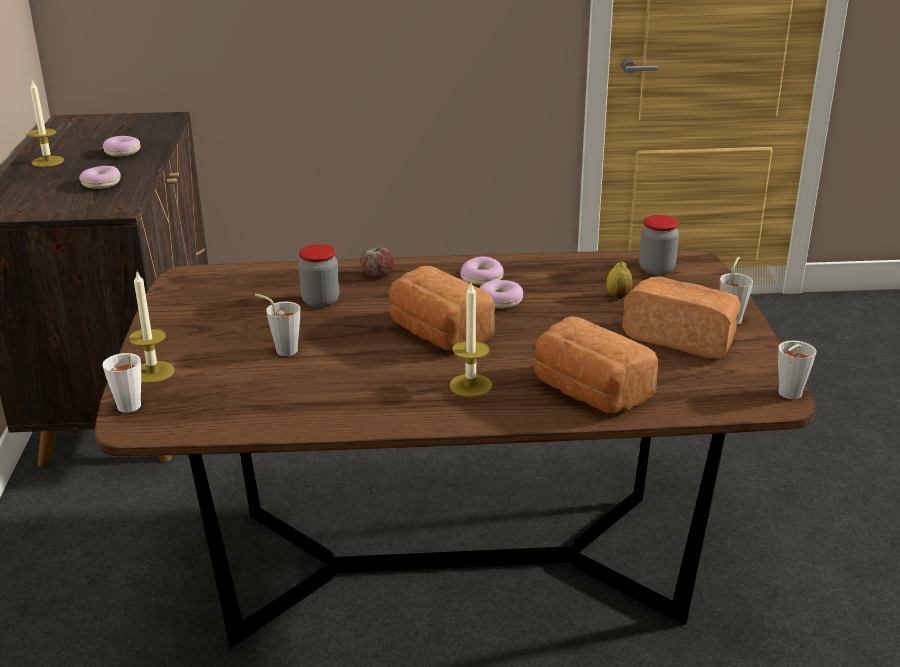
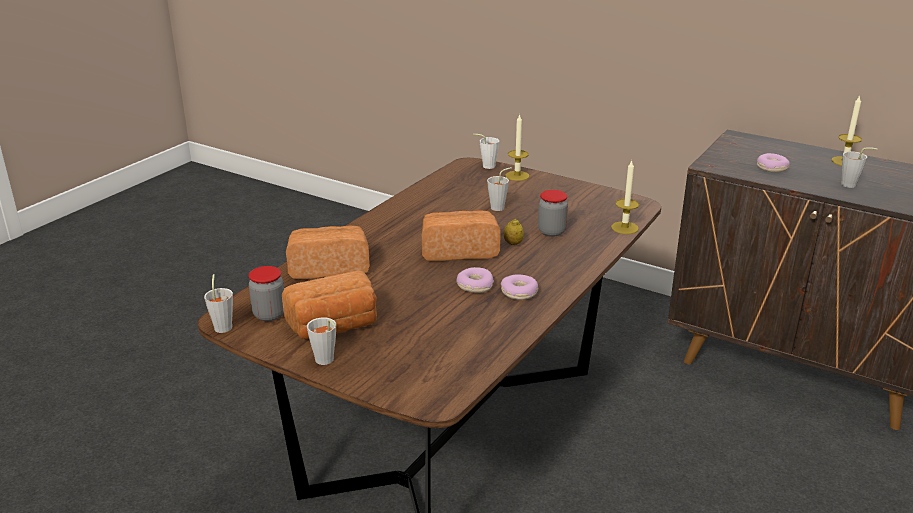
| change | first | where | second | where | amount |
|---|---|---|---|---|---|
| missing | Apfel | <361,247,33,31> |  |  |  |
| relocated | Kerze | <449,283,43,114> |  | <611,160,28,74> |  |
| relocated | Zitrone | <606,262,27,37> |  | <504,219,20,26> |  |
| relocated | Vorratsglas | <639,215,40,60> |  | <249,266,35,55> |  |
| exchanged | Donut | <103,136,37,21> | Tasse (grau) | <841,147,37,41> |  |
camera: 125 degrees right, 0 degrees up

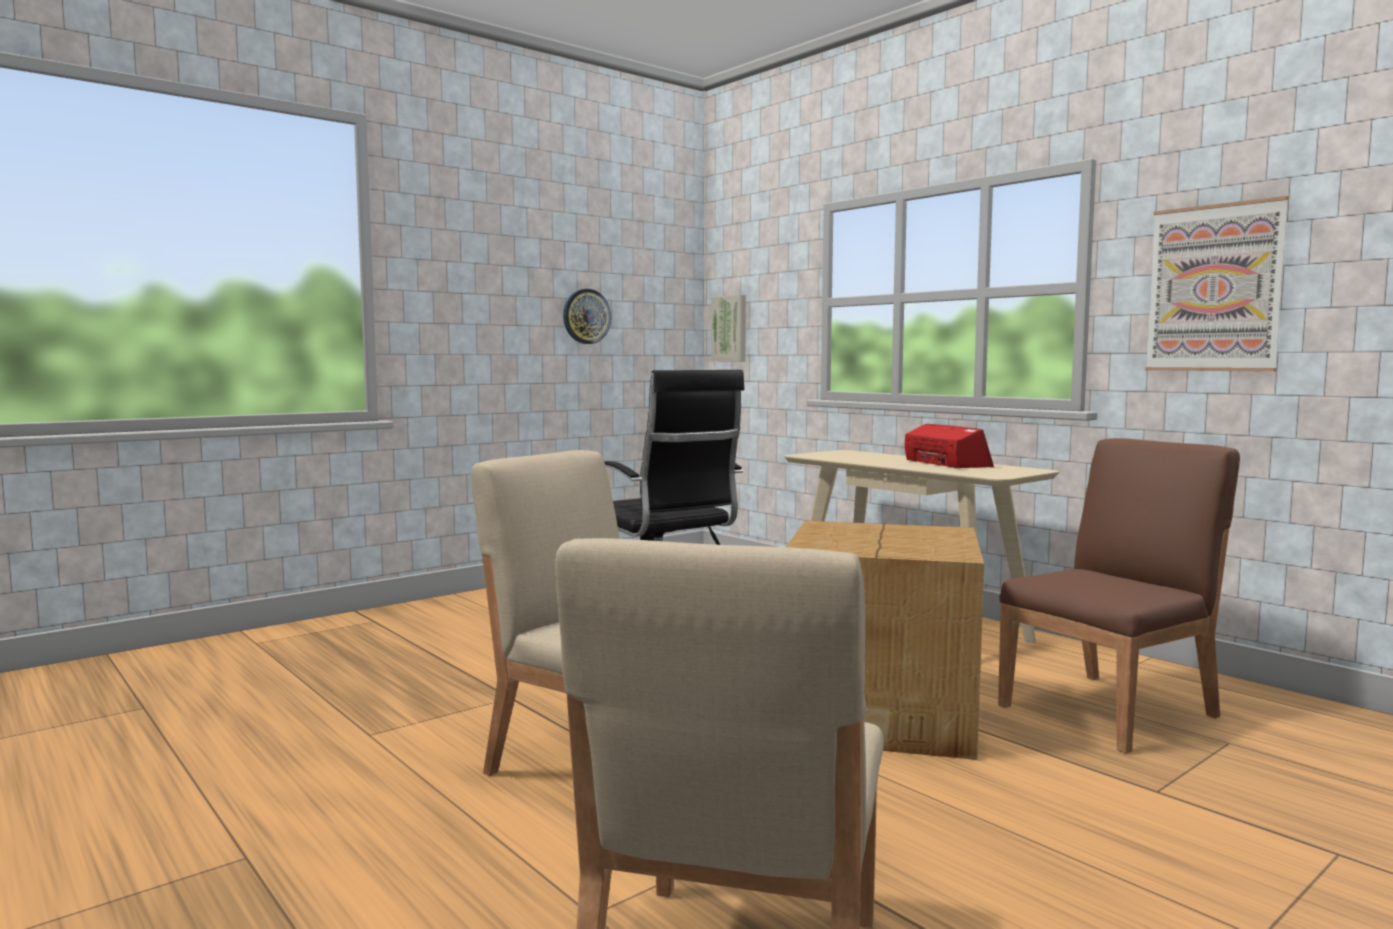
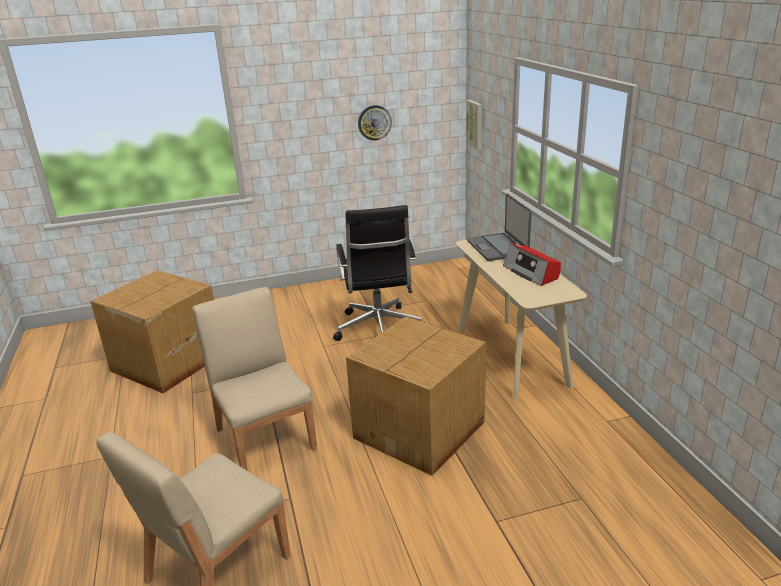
| change | first | where | second | where | amount |
|---|---|---|---|---|---|
| missing | Stuhl (braun) | <998,438,242,316> |  |  |  |
| missing | Bild | <1145,196,144,176> |  |  |  |
| appeared |  |  | Karton | <90,270,124,123> |  |
| appeared |  |  | Laptop | <467,194,65,67> |  |
| spun | Radio | <905,424,89,44> |  | <503,243,58,43> | 150 degrees clockwise |
camera: 25 degrees right, 20 degrees up

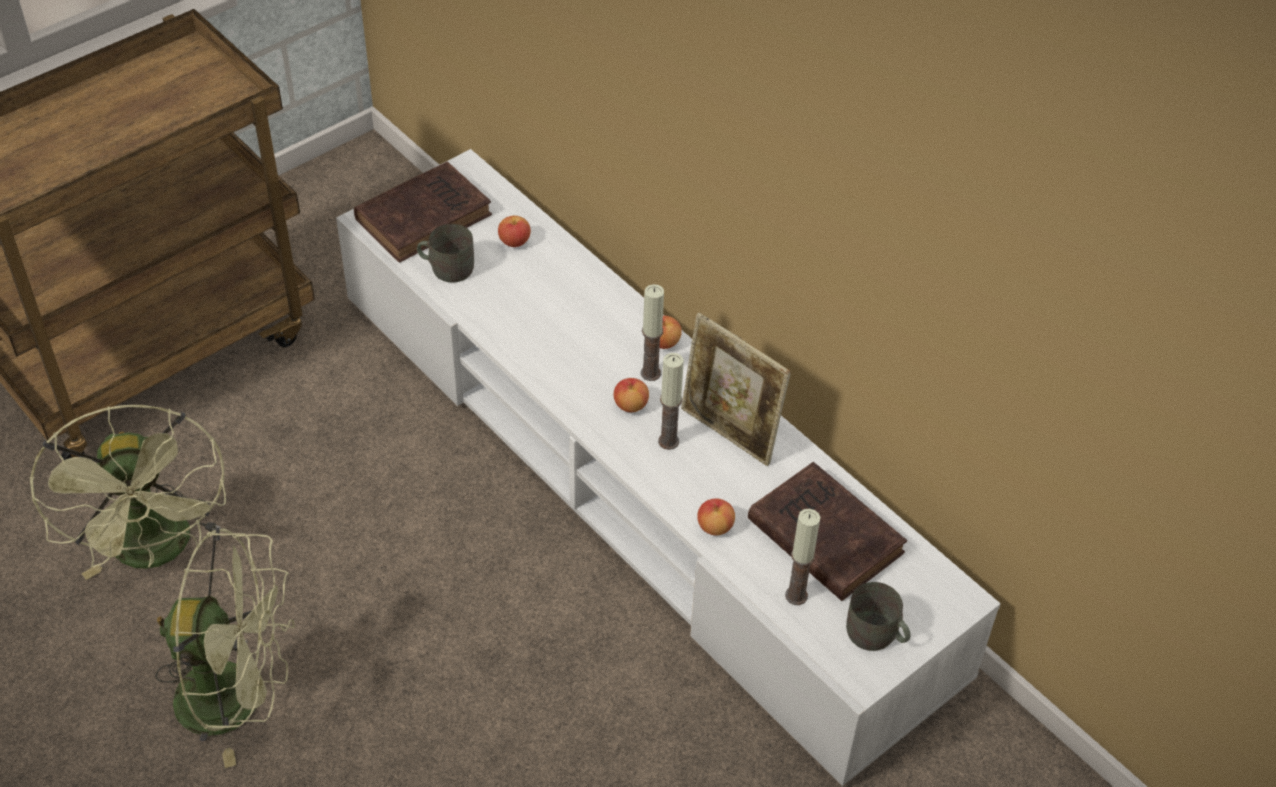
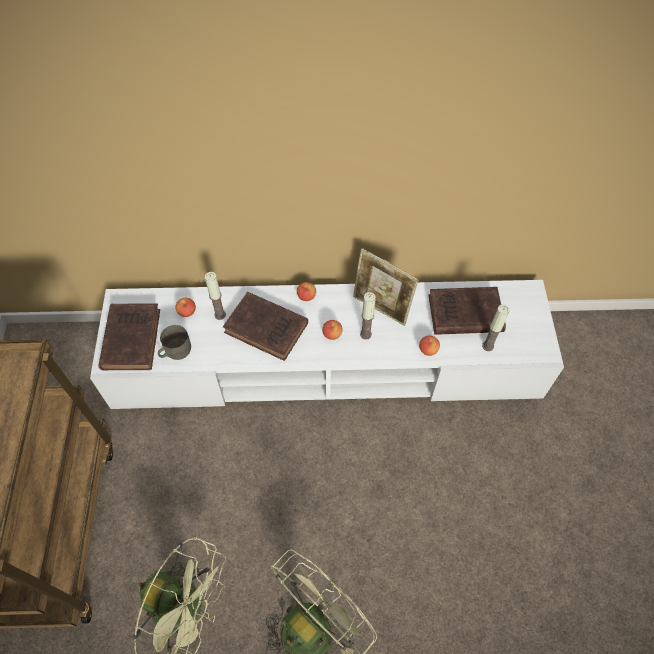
| change | first | where | second | where | amount |
|---|---|---|---|---|---|
| missing | Henkelbecher (grau) | <846,582,64,69> |  |  |  |
| appeared |  |  | Buch (braun) | <223,292,85,69> |  |
| relocated | Kerze | <641,284,23,97> |  | <205,272,21,48> |  |
| spun | Bilderrahmen | <681,312,110,154> |  | <353,248,66,78> | 45 degrees clockwise |
camera: 50 degrees left, 10 degrees up

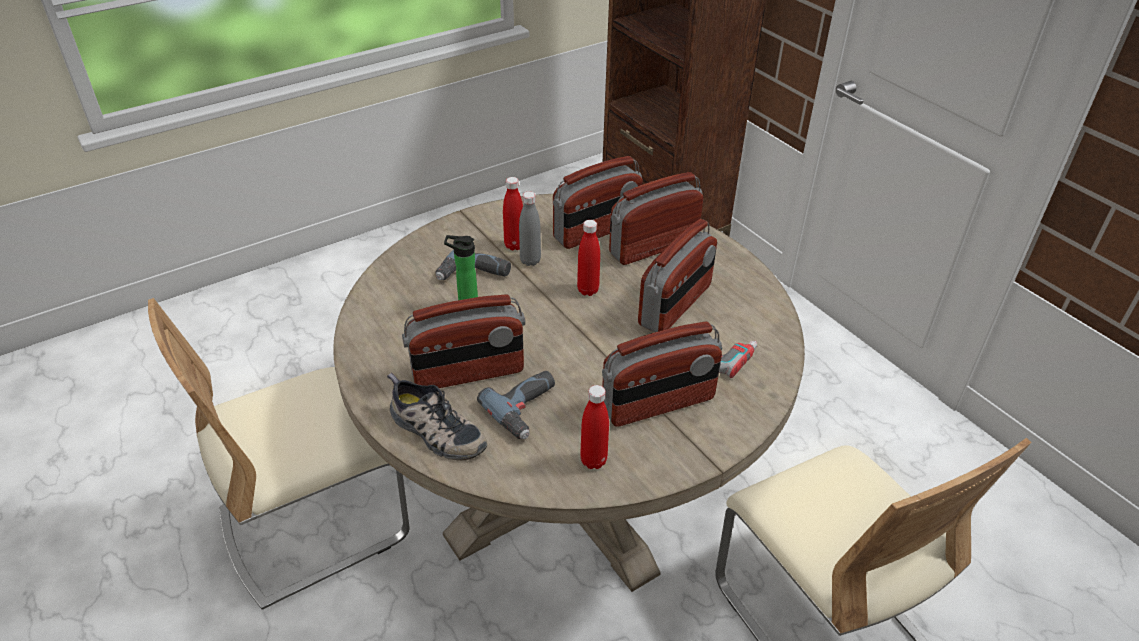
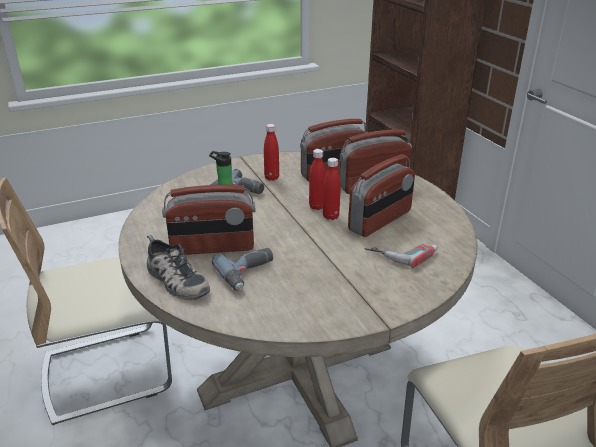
| change | first | where | second | where | amount |
|---|---|---|---|---|---|
| missing | Flasche (grau) | <519,191,22,75> |  |  |  |
| missing | Radio | <602,321,120,106> |  |  |  |
| relocated | Flasche (rot) | <580,385,29,84> |  | <323,158,18,62> |  |
camera: 10 degrees right, 10 degrees down

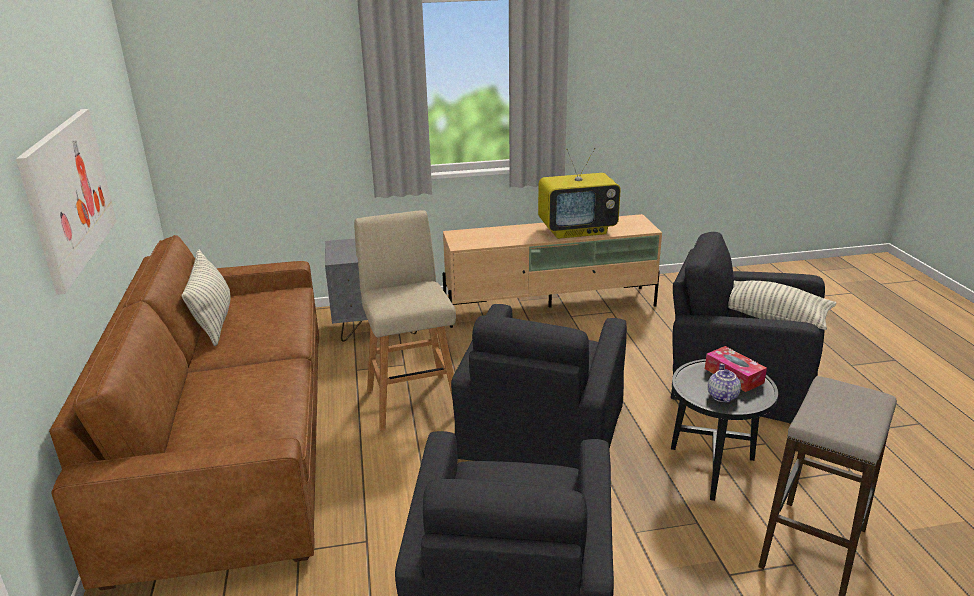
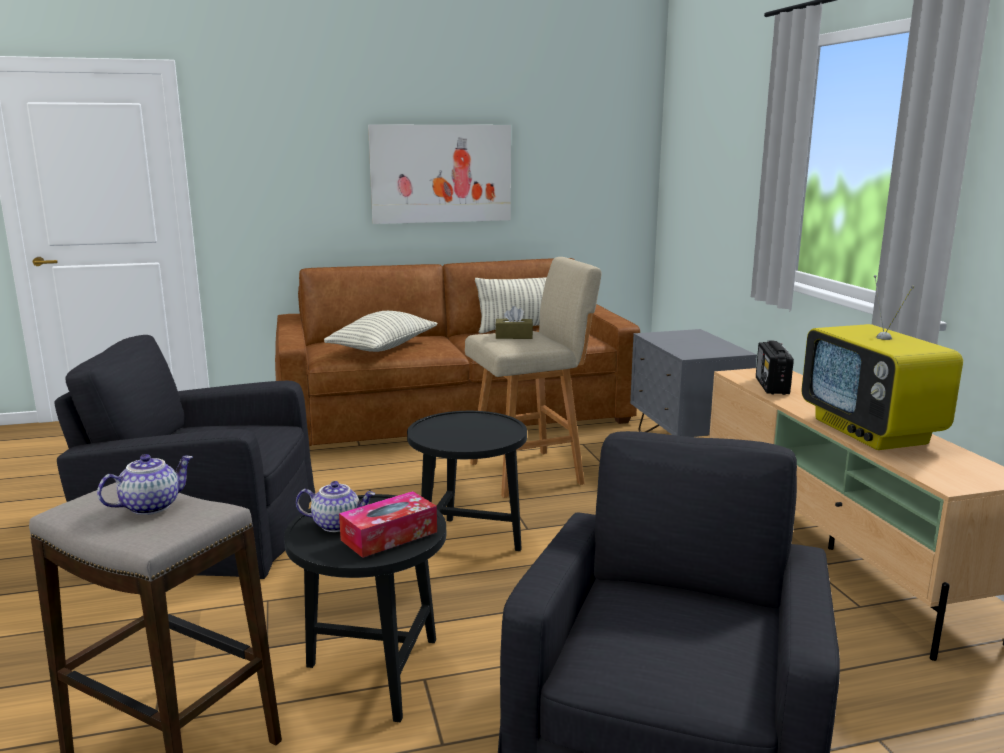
| change | first | where | second | where | amount |
|---|---|---|---|---|---|
| appeared |  |  | Teekanne | <97,454,96,61> |  |
| appeared |  |  | Taschentuchbox (braun) | <495,306,38,33> |  |
| appeared |  |  | Radio | <756,341,38,54> |  |
| relocated | Kissen | <728,281,108,49> |  | <324,311,114,41> |  |
| exchanged | Sessel (schwarz) | <451,304,176,165> | Beistelltisch (schwarz) | <407,411,120,140> |  |
camera: 85 degrees right, 10 degrees down

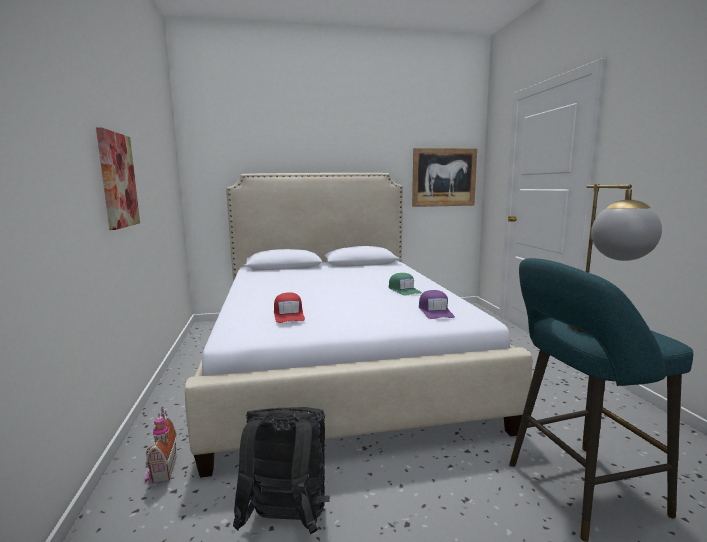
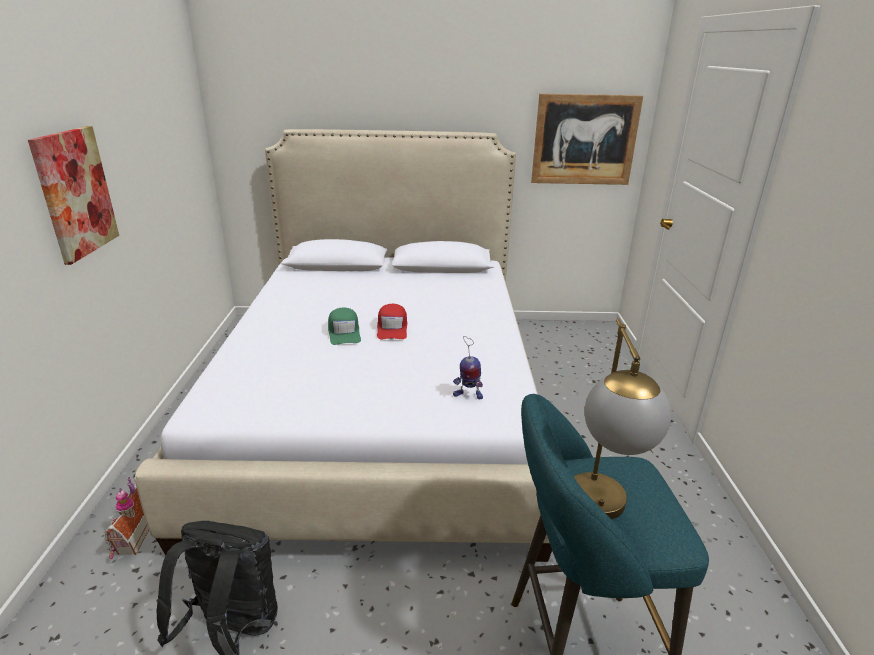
| change | first | where | second | where | amount |
|---|---|---|---|---|---|
| relocated | Kappe (rot) | <274,293,31,30> |  | <377,304,30,35> |  |
| relocated | Kappe (grün) | <389,273,33,23> |  | <328,308,33,37> |  |
| exchanged | Kappe (lila) | <419,290,36,29> | Spielzeugroboter | <453,336,30,63> |  |
camera: 10 degrees right, 15 degrees up

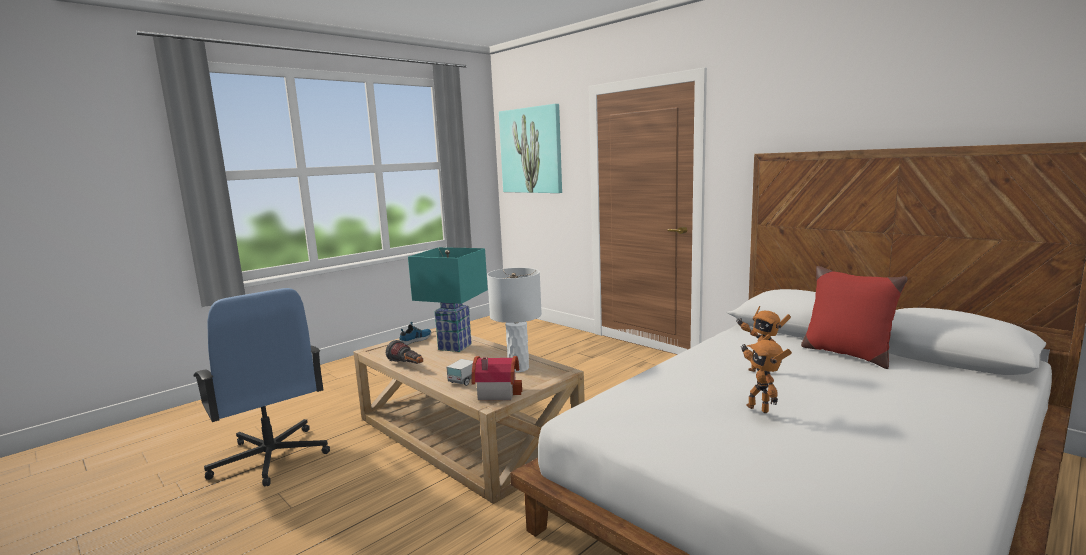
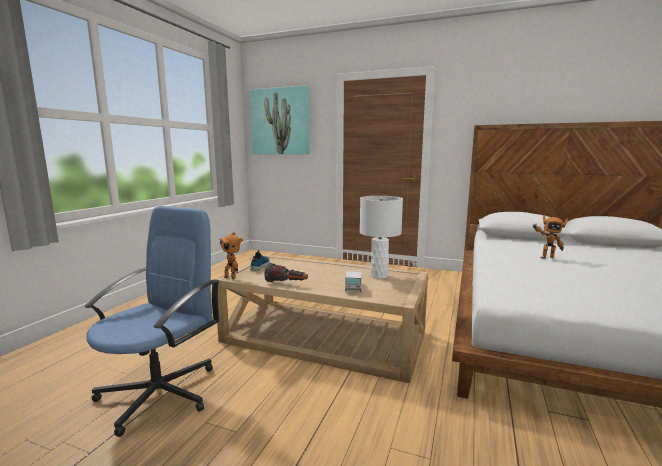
| change | first | where | second | where | amount |
|---|---|---|---|---|---|
| missing | Tischlampe (türkis) | <408,247,80,105> |  |  |  |
| missing | Spielzeughaus | <472,356,50,44> |  |  |  |
| missing | Kissen (rot) | <801,266,107,103> |  |  |  |
| relocated | Spielzeugroboter | <740,334,52,79> |  | <219,232,24,47> |  |
| spun | Bürostuhl (blau) | <193,288,137,198> |  | <85,206,135,231> | 90 degrees counterclockwise |
camera: 25 degrees left, 0 degrees up

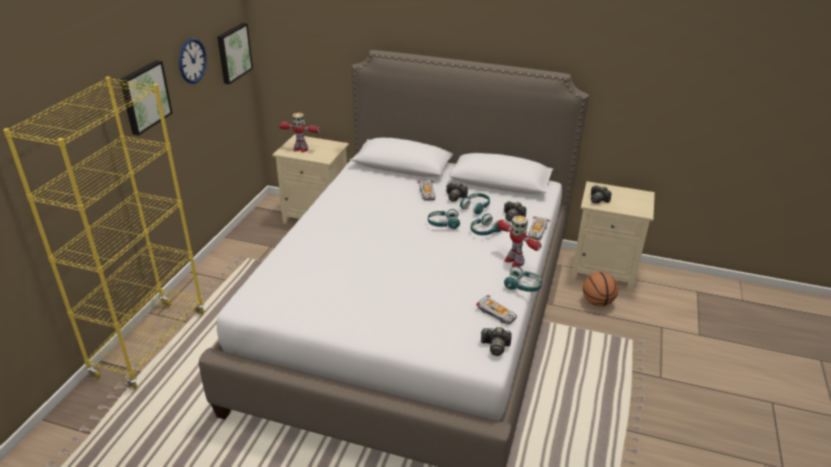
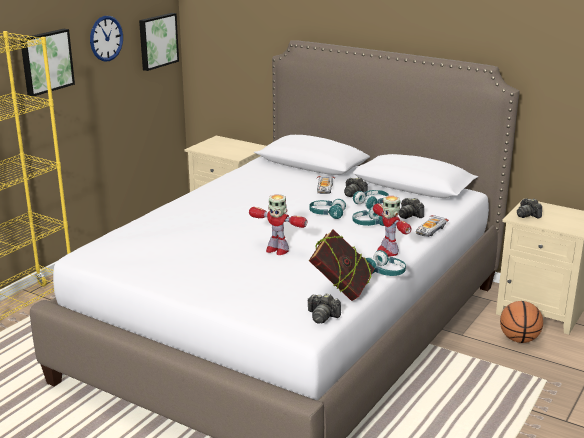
| change | first | where | second | where | amount |
|---|---|---|---|---|---|
| relocated | Spielzeugroboter | <279,113,41,39> |  | <249,195,58,60> |  |
| exchanged | Spielzeugauto | <476,295,41,30> | Buch | <309,229,66,72> |  |
camera: 15 degrees right, 10 degrees down

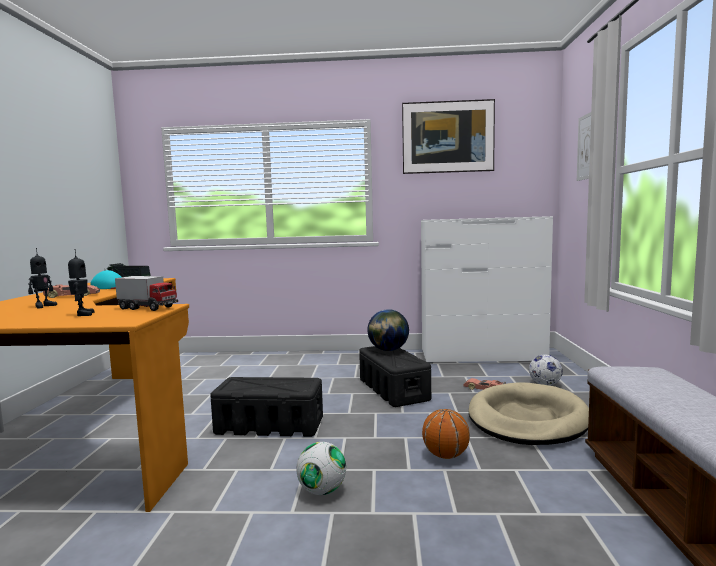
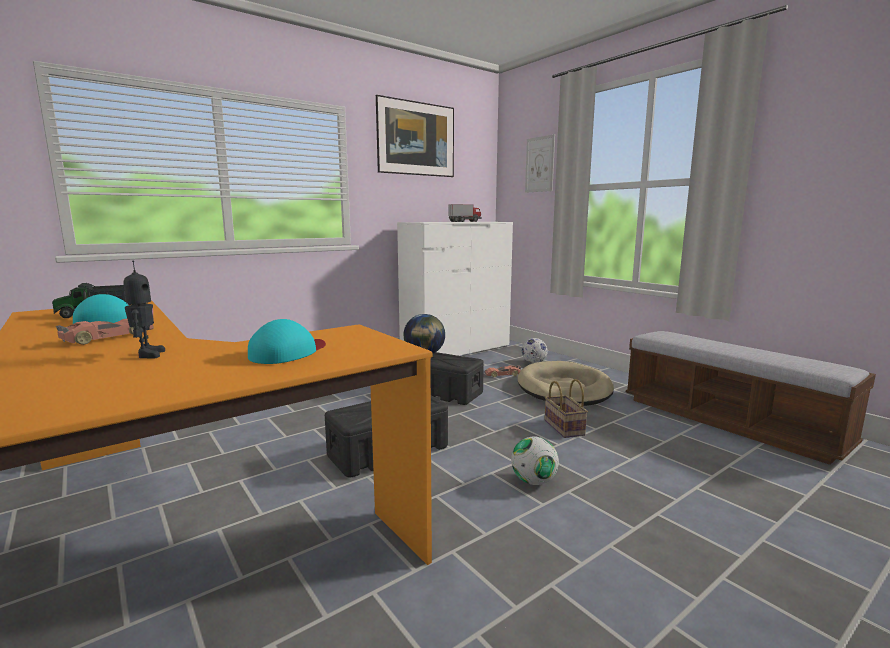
| change | first | where | second | where | amount |
|---|---|---|---|---|---|
| relocated | Spielzeuglaster | <115,276,63,35> |  | <448,204,34,18> |  |
| exchanged | Spielzeugroboter | <68,249,27,67> | Kappe (türkis) | <248,319,78,45> |  |
| exchanged | Basketball | <422,409,48,50> | Korb | <544,379,44,59> |  |
camera: 40 degrees left, 5 degrees up

